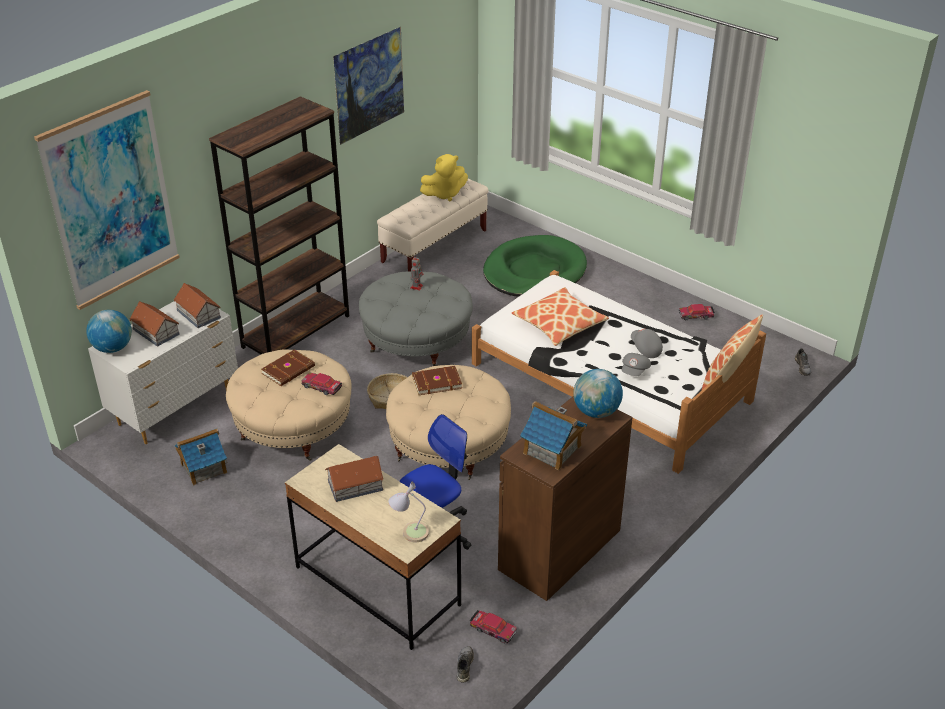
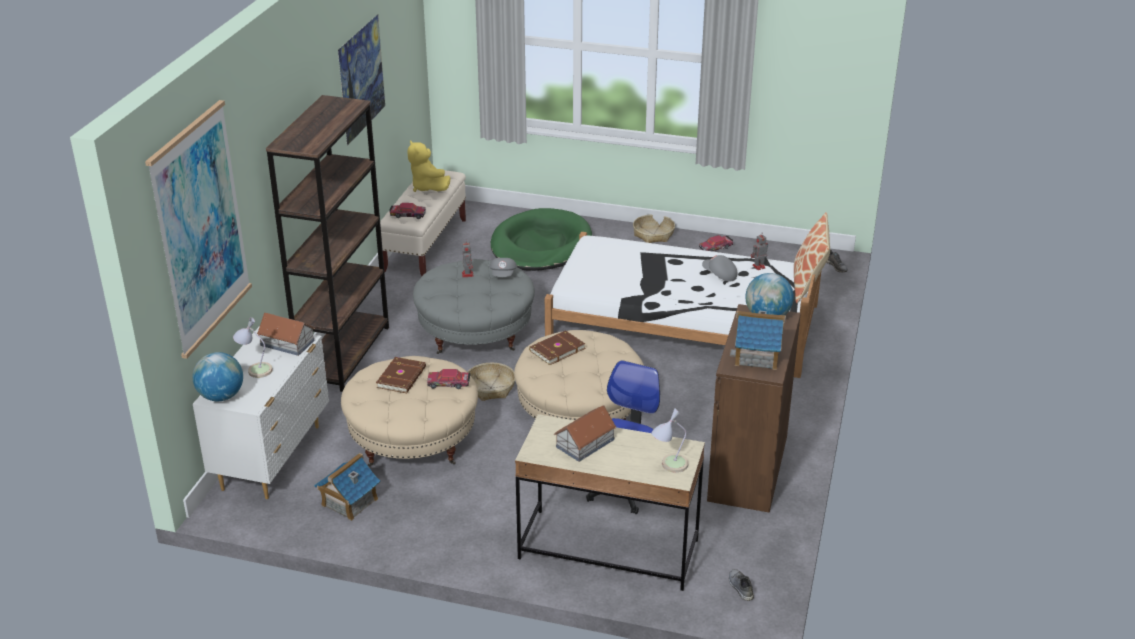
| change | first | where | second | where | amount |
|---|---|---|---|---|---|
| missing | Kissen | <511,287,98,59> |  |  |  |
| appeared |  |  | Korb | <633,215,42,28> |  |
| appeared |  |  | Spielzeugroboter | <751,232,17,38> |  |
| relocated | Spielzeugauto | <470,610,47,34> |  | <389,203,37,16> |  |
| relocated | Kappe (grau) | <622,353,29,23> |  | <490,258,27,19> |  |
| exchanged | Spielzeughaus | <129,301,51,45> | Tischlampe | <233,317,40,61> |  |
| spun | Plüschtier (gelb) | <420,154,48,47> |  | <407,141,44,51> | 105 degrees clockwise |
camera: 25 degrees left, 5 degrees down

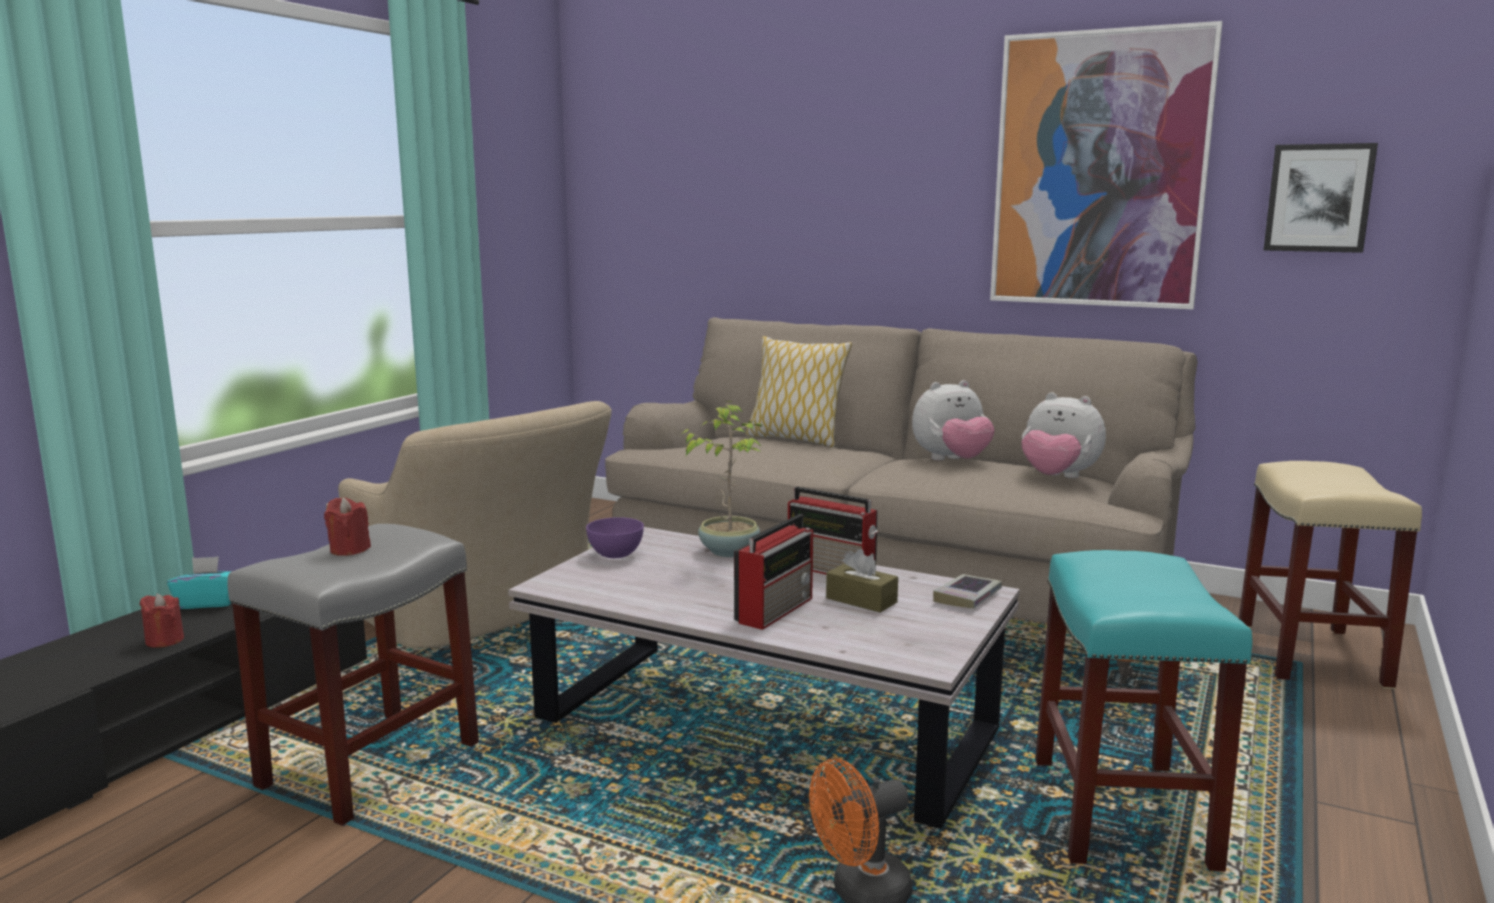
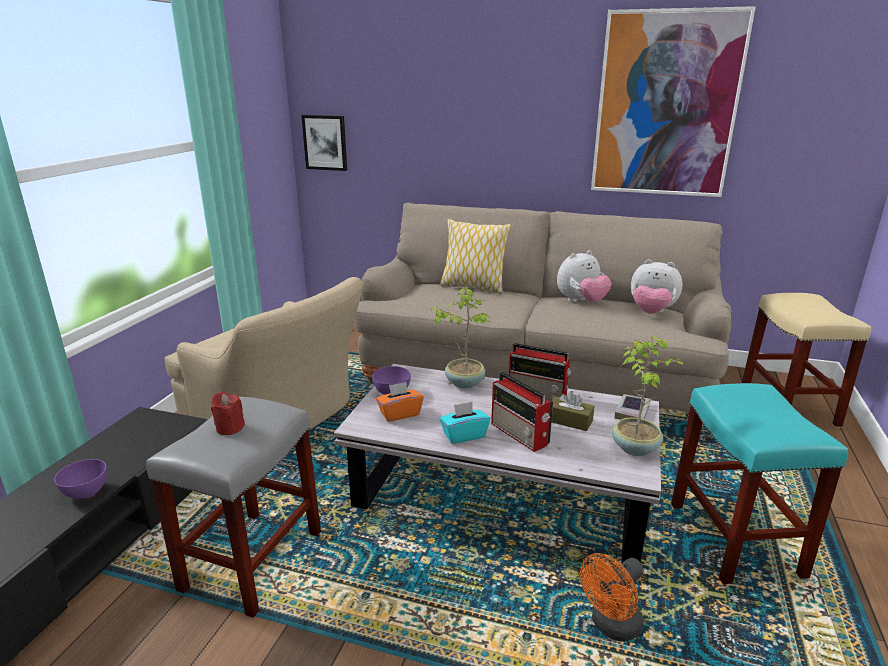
| change | first | where | second | where | amount |
|---|---|---|---|---|---|
| appeared |  |  | Taschentuchbox (orange) | <376,382,48,40> |  |
| appeared |  |  | Topfpflanze | <612,336,73,120> |  |
| relocated | Taschentuchbox (türkis) | <167,556,64,53> |  | <440,402,50,42> |  |
| relocated | Bild | <1264,143,114,110> |  | <301,115,46,56> |  |
| exchanged | Kerze (rot) | <140,594,44,54> | Schüssel (lila) | <54,459,53,40> |  |
| spun | Radio | <734,514,79,116> |  | <491,372,62,80> | 120 degrees clockwise |
camera: 10 degrees left, 10 degrees up

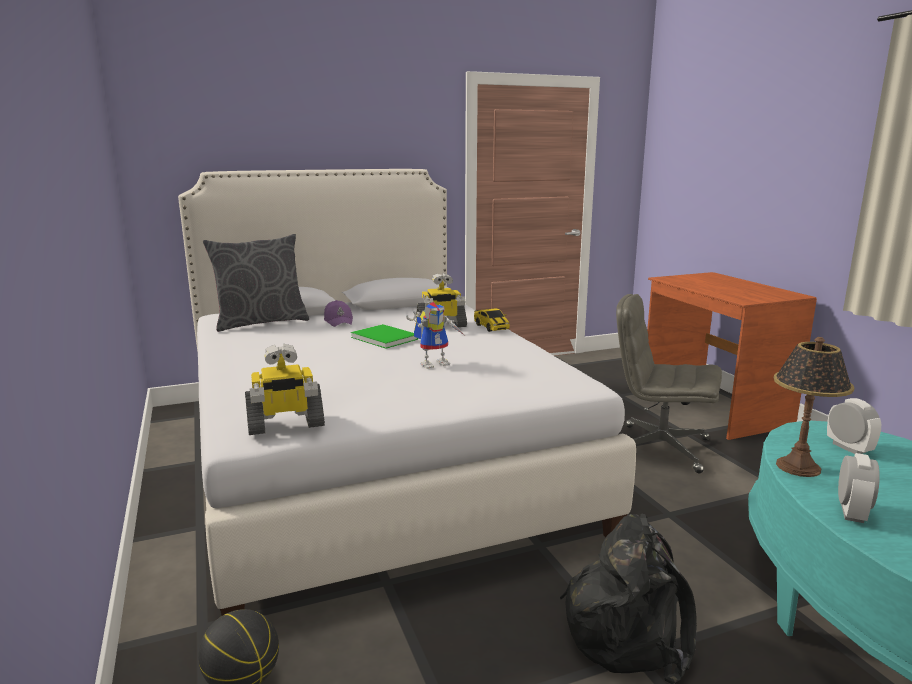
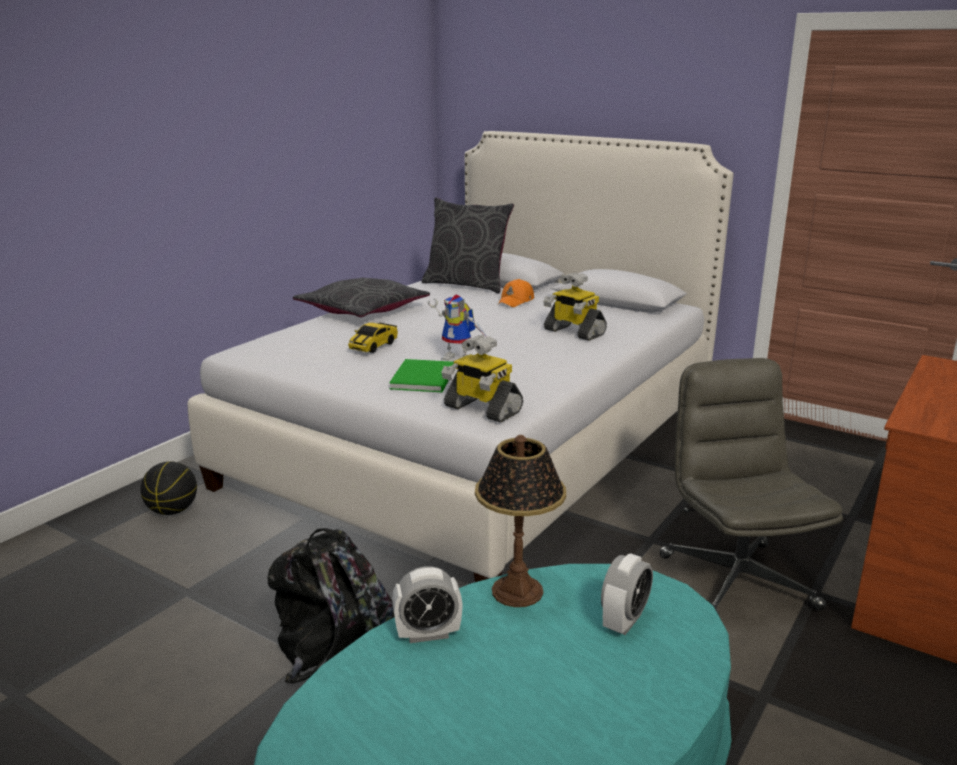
| change | first | where | second | where | amount |
|---|---|---|---|---|---|
| appeared |  |  | Kissen (grau) | <293,277,137,40> |  |
| relocated | Spielzeugroboter | <245,344,80,91> |  | <441,335,82,87> |  |
| relocated | Buch (grün) | <351,324,68,25> |  | <389,359,66,33> |  |
| relocated | Spielzeugauto | <474,308,36,24> |  | <348,323,50,30> |  |
| colour | Kappe (lila) | <324,300,29,27> | Kappe (orange) | <498,279,36,28> |  |
camera: 55 degrees right, 5 degrees up

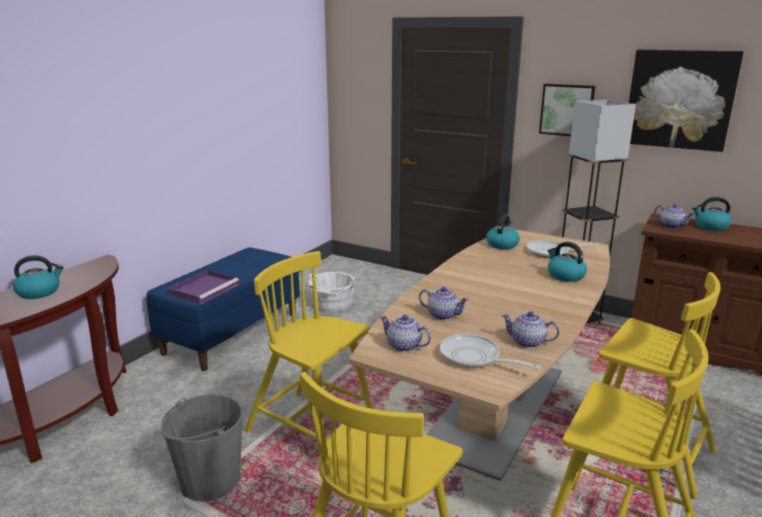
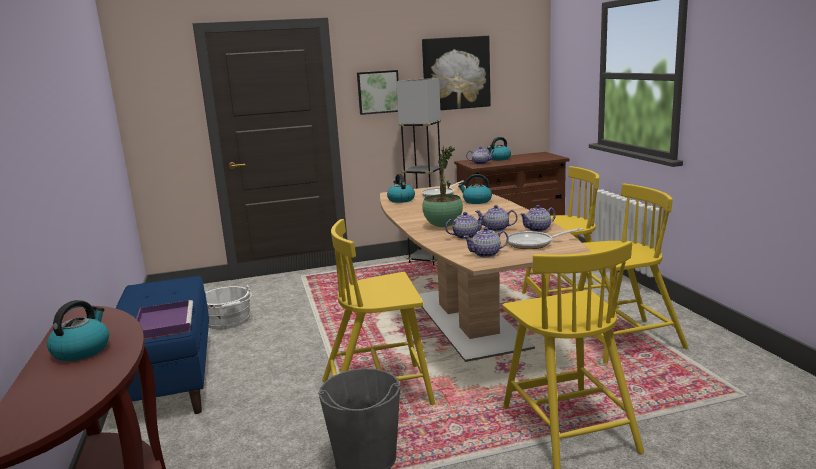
| change | first | where | second | where | amount |
|---|---|---|---|---|---|
| appeared |  |  | Topfpflanze | <422,146,41,81> |  |
| appeared |  |  | Teekanne | <475,205,43,27> |  |
camera: 45 degrees left, 5 degrees down

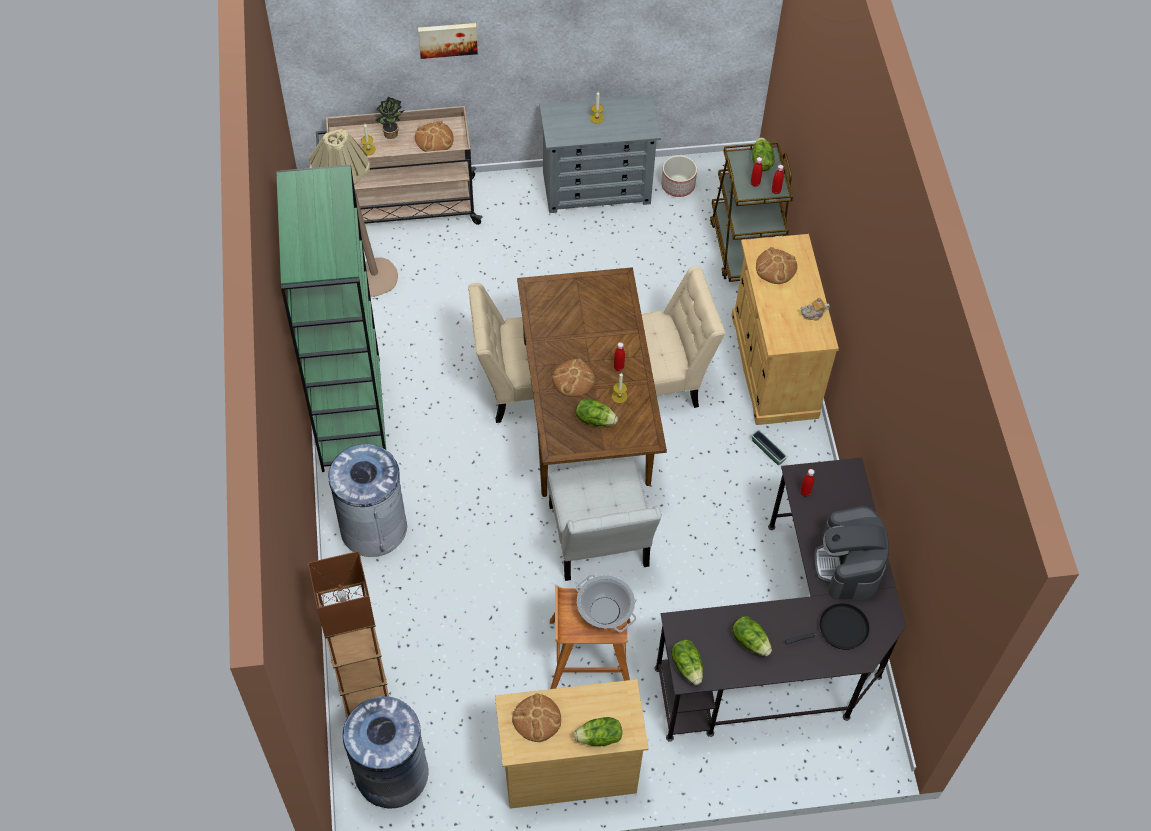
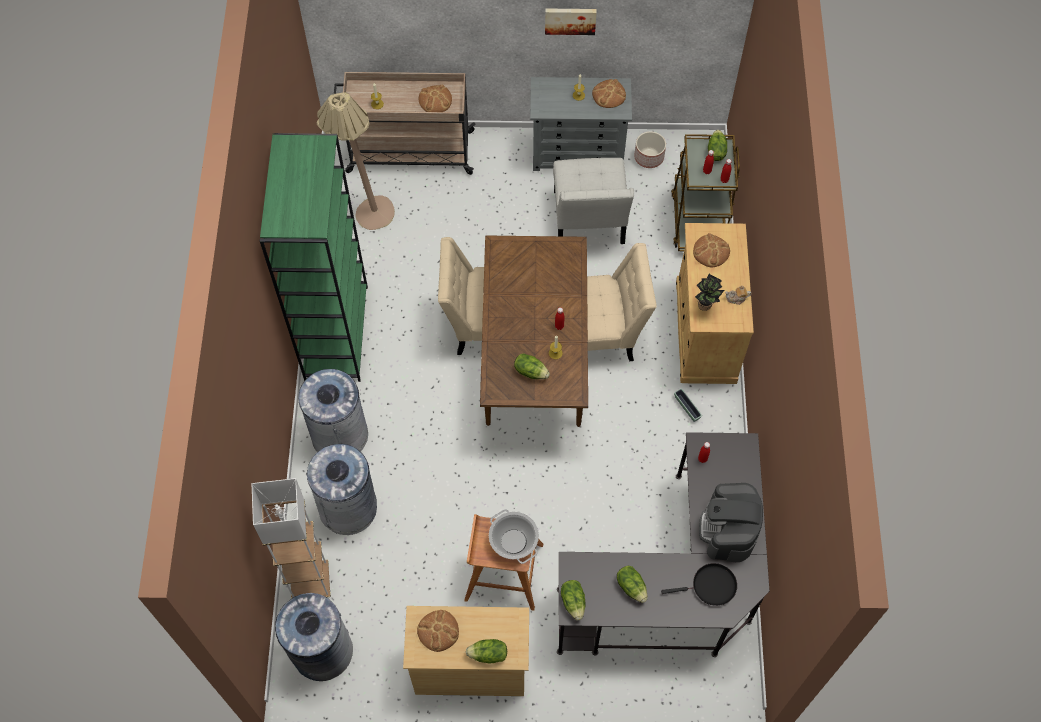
| change | first | where | second | where | amount |
|---|---|---|---|---|---|
| appeared |  |  | Mülleimer (grau) | <307,444,70,91> |  |
| relocated | Topfpflanze | <375,97,29,42> |  | <695,274,29,37> |  |
| relocated | Bild | <418,23,60,36> |  | <545,8,52,27> |  |
| relocated | Stuhl (weiß) | <548,459,114,122> |  | <553,158,81,86> |  |
| relocated | Brot | <552,358,43,39> |  | <592,79,34,29> |  |
| colour | Stehlampe (braun) | <308,551,81,168> | Stehlampe (weiß) | <252,478,79,121> |  |
camera: 10 degrees right, 5 degrees up

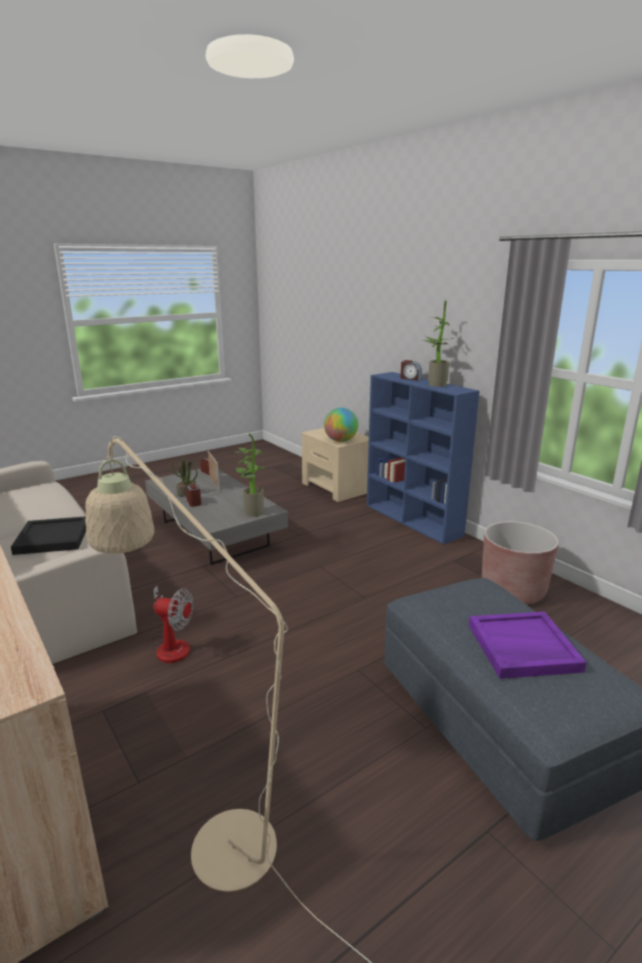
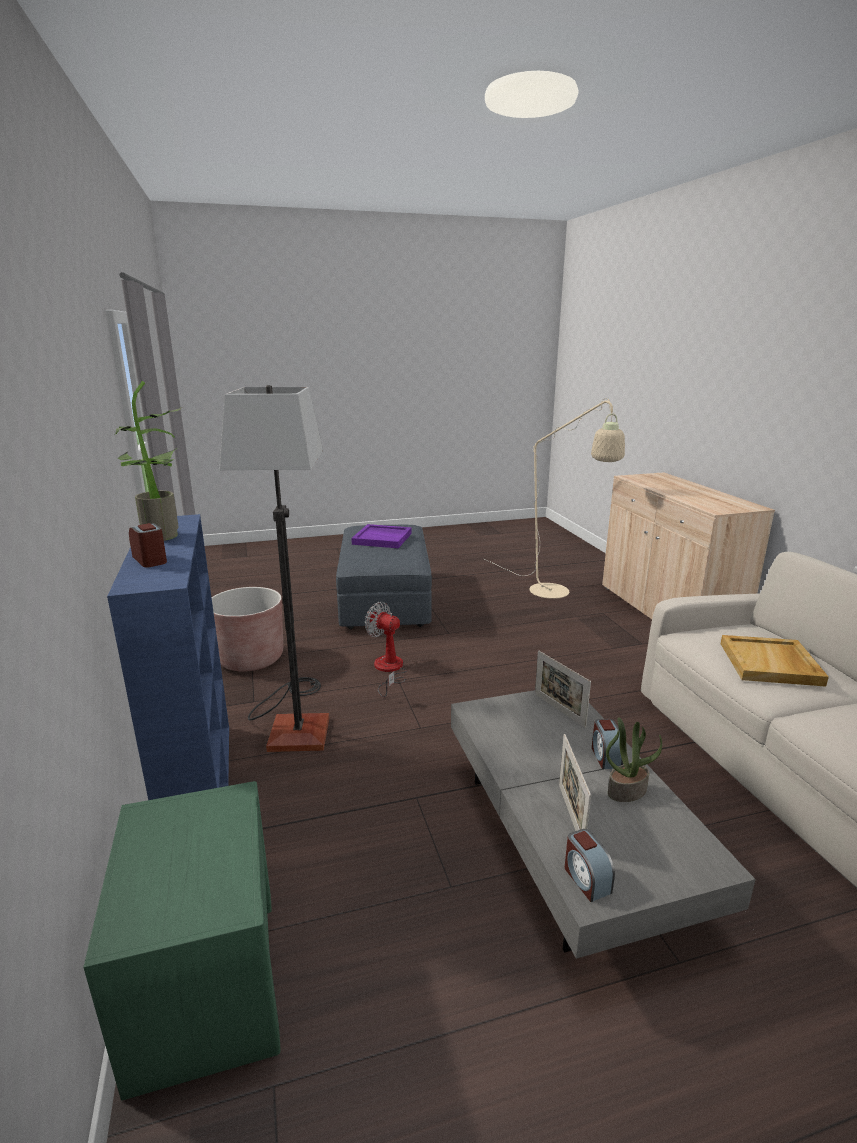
| change | first | where | second | where | amount |
|---|---|---|---|---|---|
| missing | Topfpflanze | <235,433,31,84> |  |  |  |
| missing | Globus | <324,408,34,34> |  |  |  |
| appeared |  |  | Stehlampe | <219,385,110,367> |  |
| appeared |  |  | Bilderrahmen | <535,650,56,78> |  |
| relocated | Ventilator | <150,586,44,77> |  | <365,602,42,95> |  |
| colour | Tablett (schwarz) | <11,516,75,39> | Tablett (beige) | <721,635,108,52> |  |
| colour | Nachttisch (beige) | <302,428,67,74> | Nachttisch (grün) | <83,781,198,320> |  |
camera: 160 degrees left, 0 degrees up

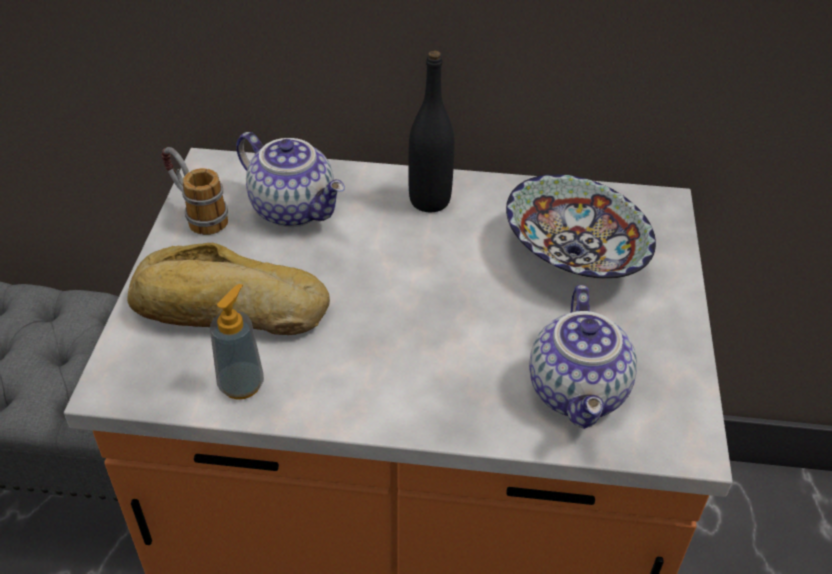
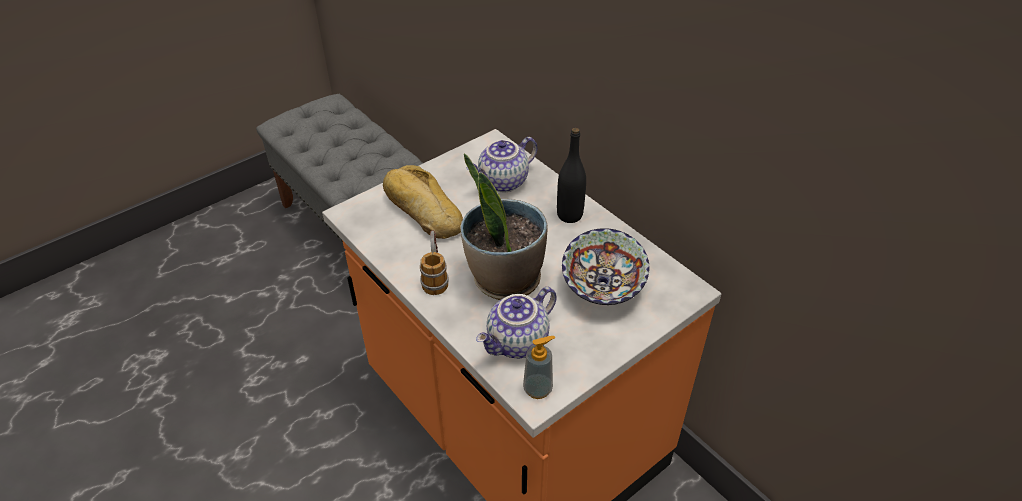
| change | first | where | second | where | amount |
|---|---|---|---|---|---|
| appeared |  |  | Topfpflanze | <461,153,87,147> |  |
| relocated | Henkelbecher | <161,147,67,88> |  | <420,230,28,65> |  |
| relocated | Seifenspender | <210,284,54,116> |  | <523,336,32,63> |  |
| spun | Teekanne | <236,132,109,95> |  | <467,137,70,55> | 60 degrees clockwise |
camera: 45 degrees right, 0 degrees up

